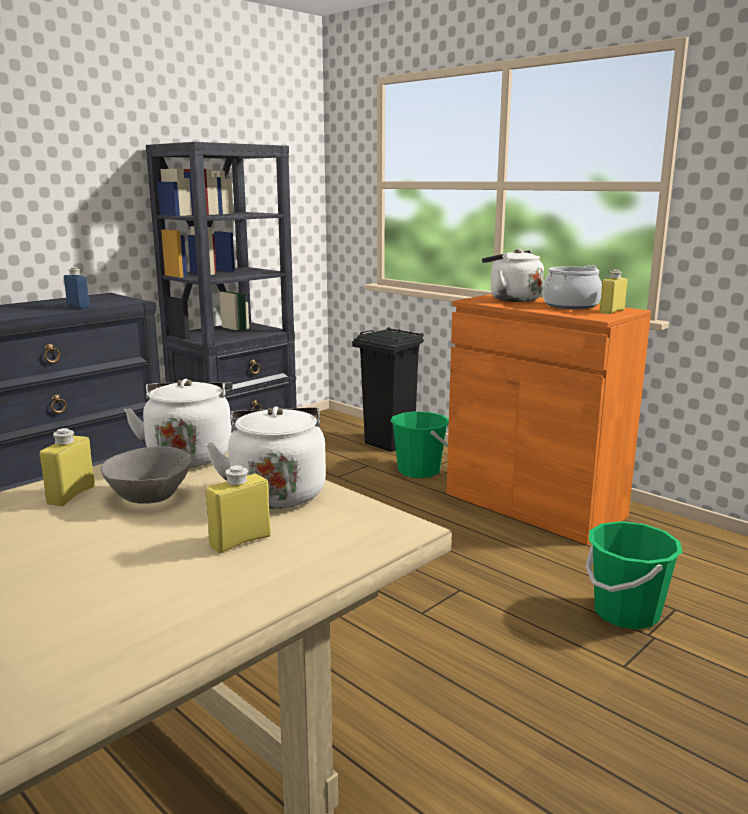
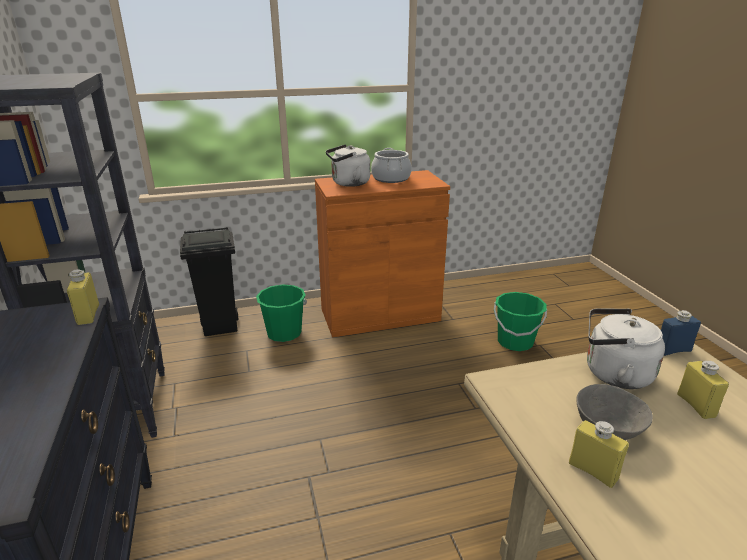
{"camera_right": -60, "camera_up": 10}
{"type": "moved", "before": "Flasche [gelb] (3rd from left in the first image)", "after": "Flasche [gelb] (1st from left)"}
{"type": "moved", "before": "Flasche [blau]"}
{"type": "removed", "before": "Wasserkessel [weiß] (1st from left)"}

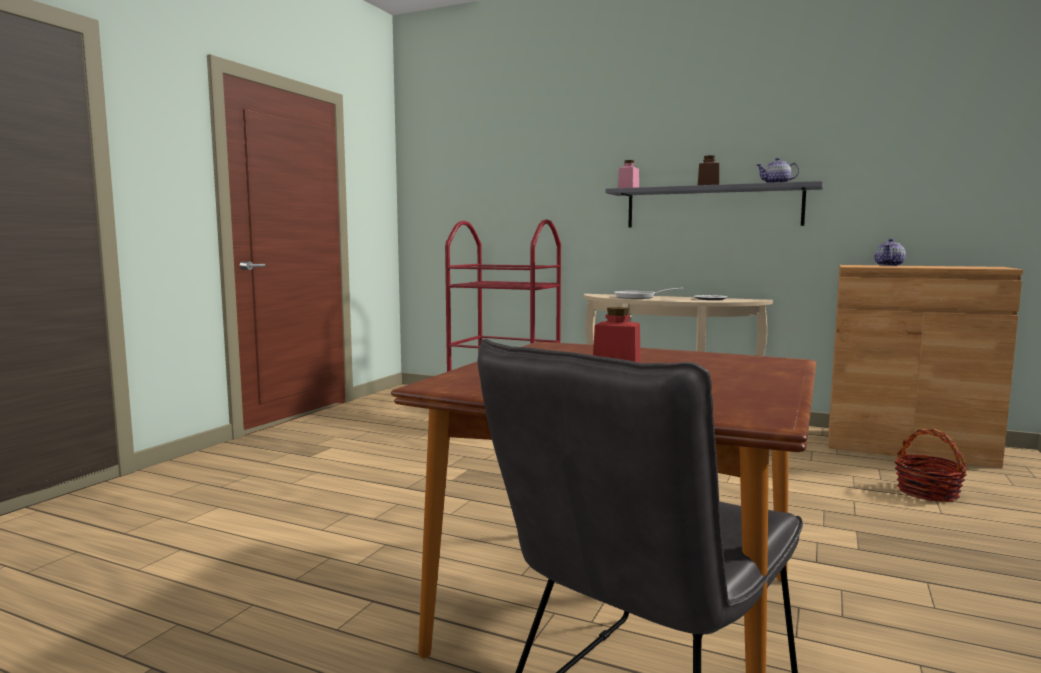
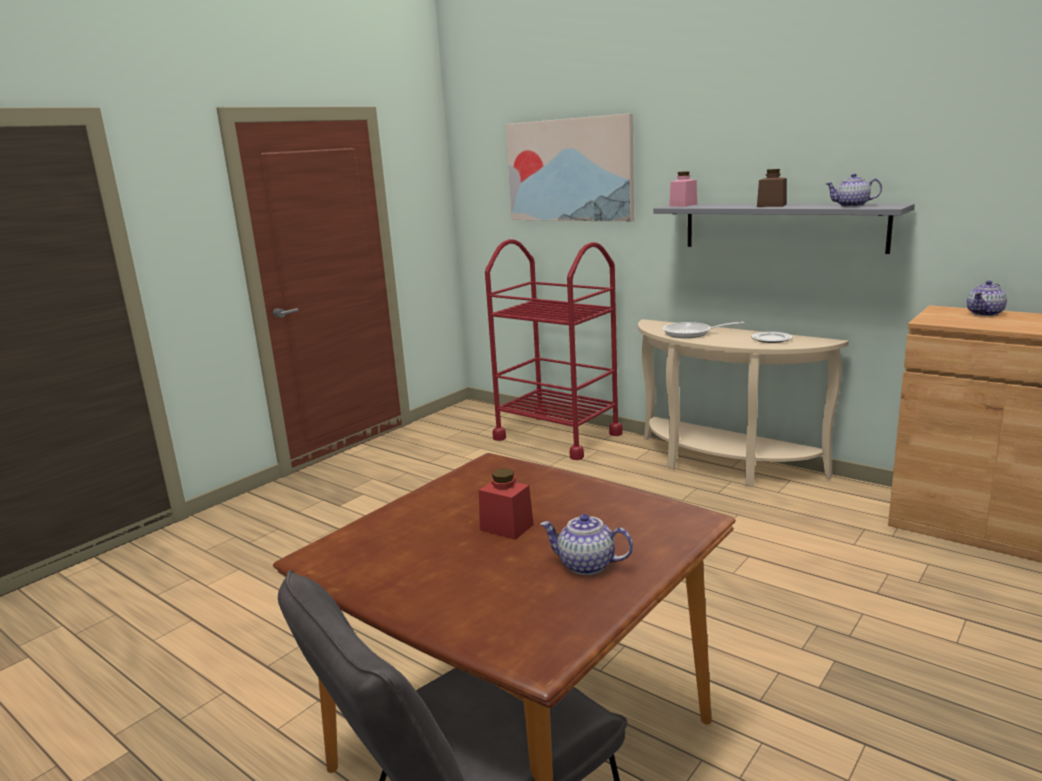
{"camera_right": 15, "camera_up": 10}
{"type": "added", "after": "Bild"}
{"type": "added", "after": "Teekanne (1st from left)"}
{"type": "removed", "before": "Korb"}

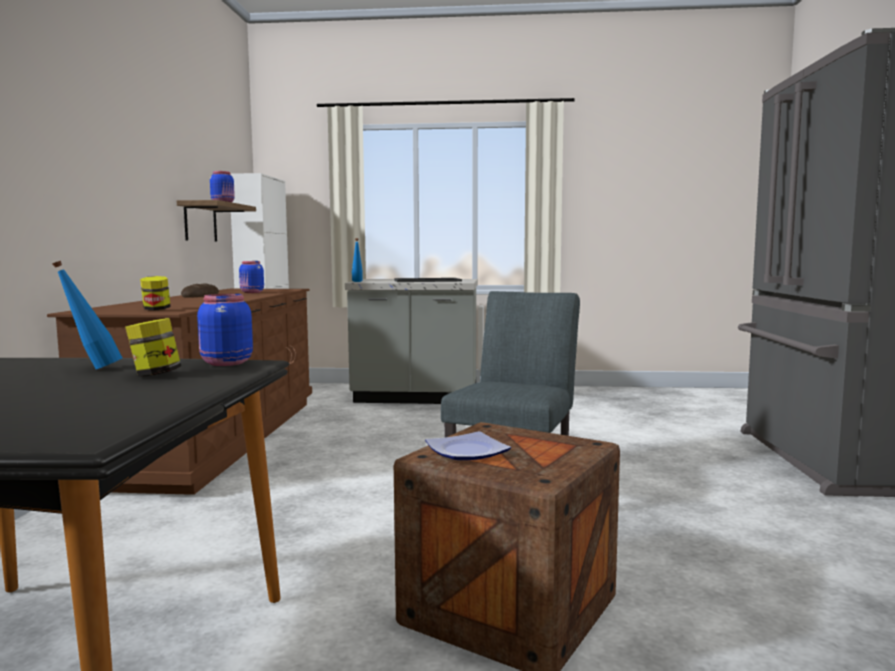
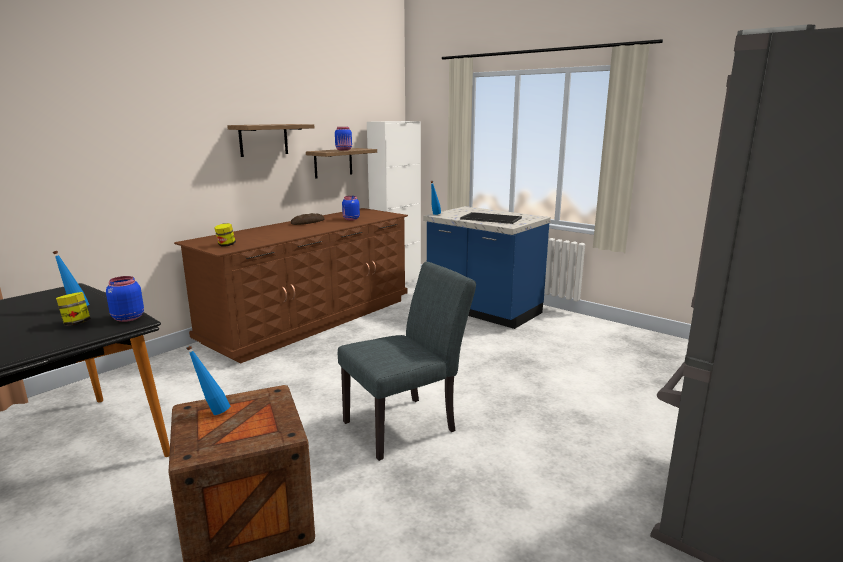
{"camera_right": 35, "camera_up": 10}
{"type": "replaced", "before": "Teller", "after": "Flasche [blau] (2nd from left)"}
{"type": "added", "after": "Wandregal (1st from left)"}
{"type": "recoloured", "before": "Küchenzeile [grau]", "after": "Küchenzeile [blau]"}

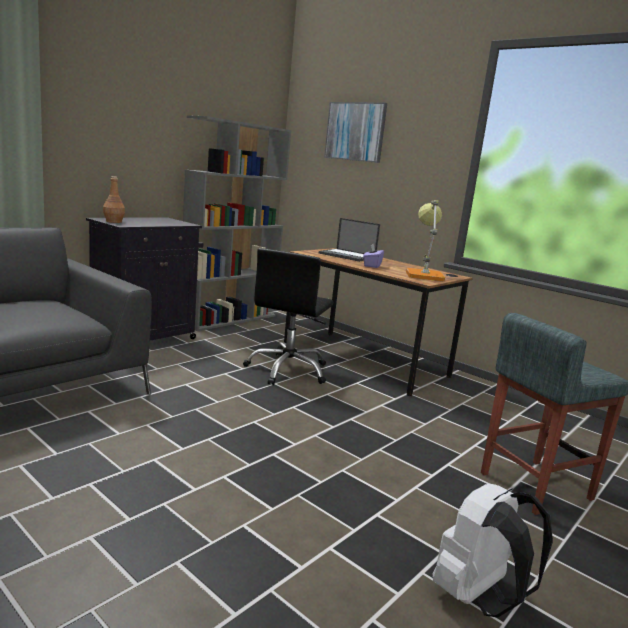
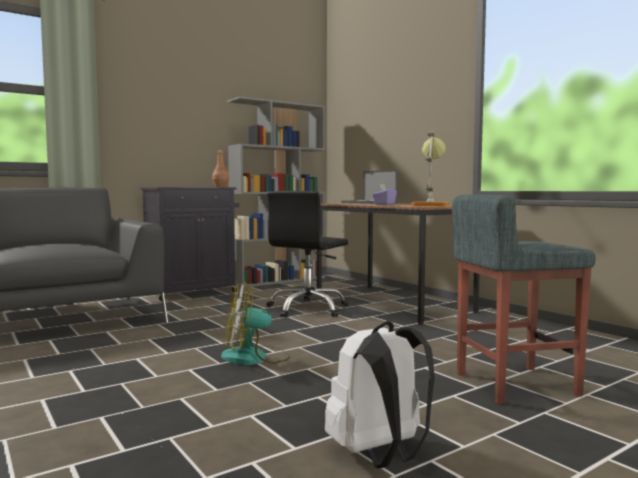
{"camera_right": 15, "camera_up": -10}
{"type": "moved", "before": "Flasche [braun]"}
{"type": "added", "after": "Ventilator"}
{"type": "removed", "before": "Bild"}

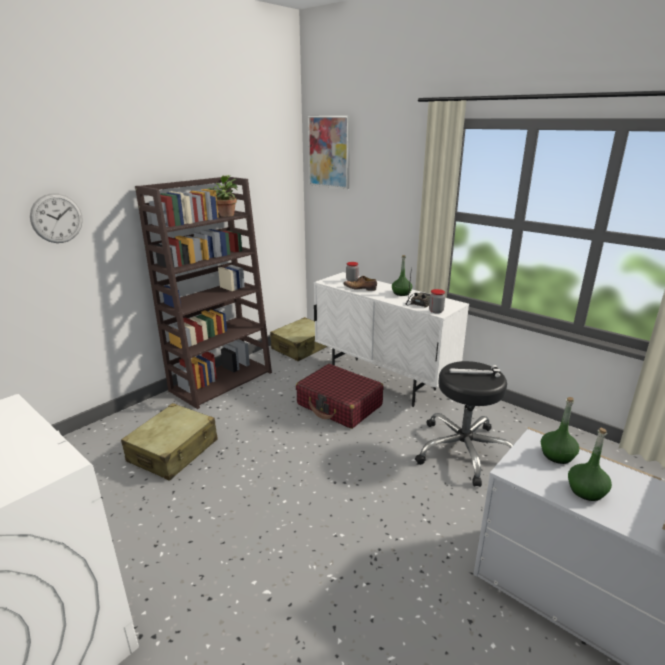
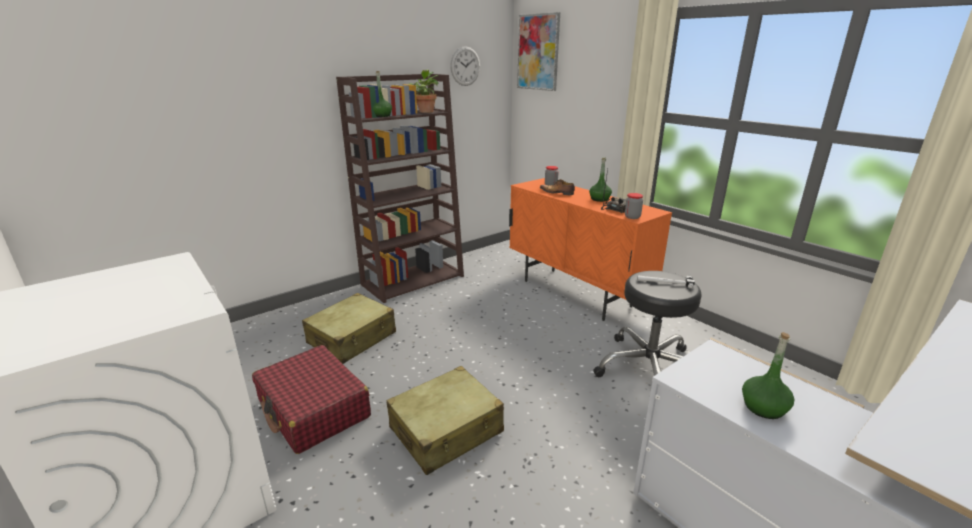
{"camera_right": 10, "camera_up": 0}
{"type": "moved", "before": "Koffer [rot]"}
{"type": "moved", "before": "Flasche [grün] (2nd from left in the first image)", "after": "Flasche [grün] (1st from left)"}
{"type": "moved", "before": "Koffer [beige] (2nd from left)"}
{"type": "moved", "before": "Wanduhr"}
{"type": "recoloured", "before": "Schrank [weiß]", "after": "Schrank [orange]"}

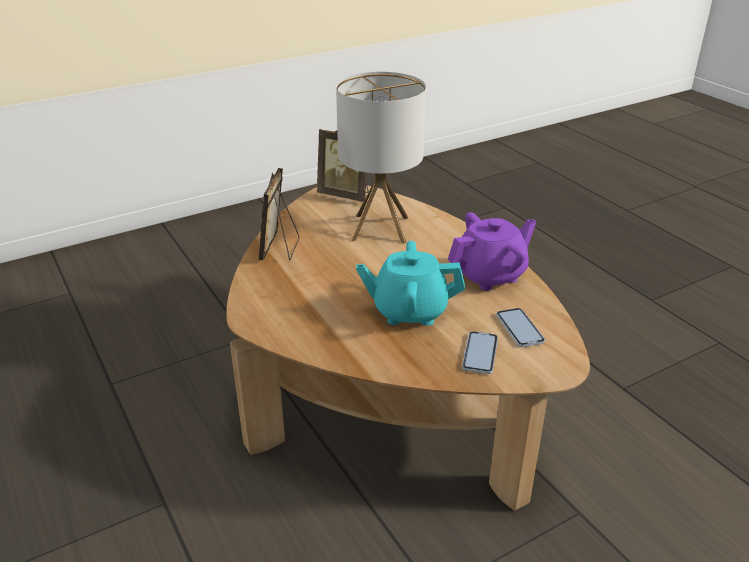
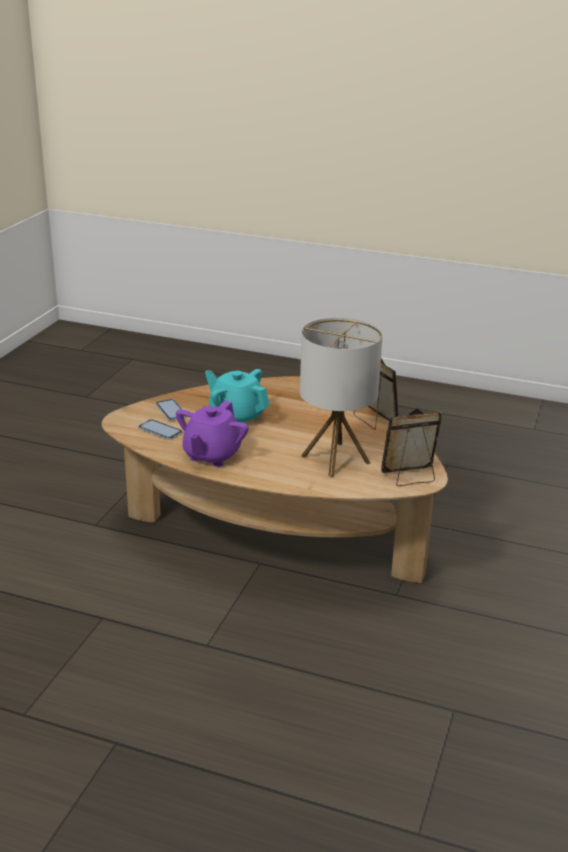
{"camera_right": 140, "camera_up": -5}
{"type": "turned", "before": "Teekanne [türkis]", "turn": -105}

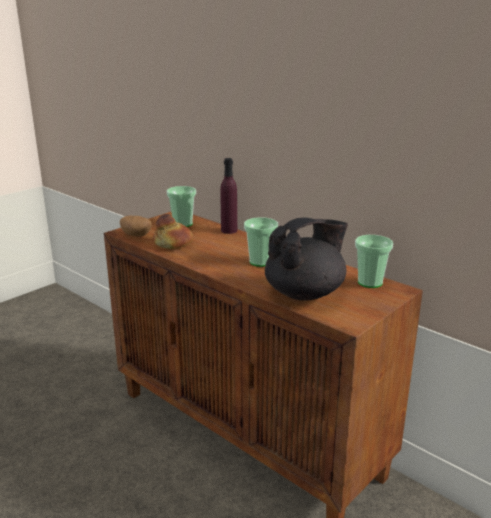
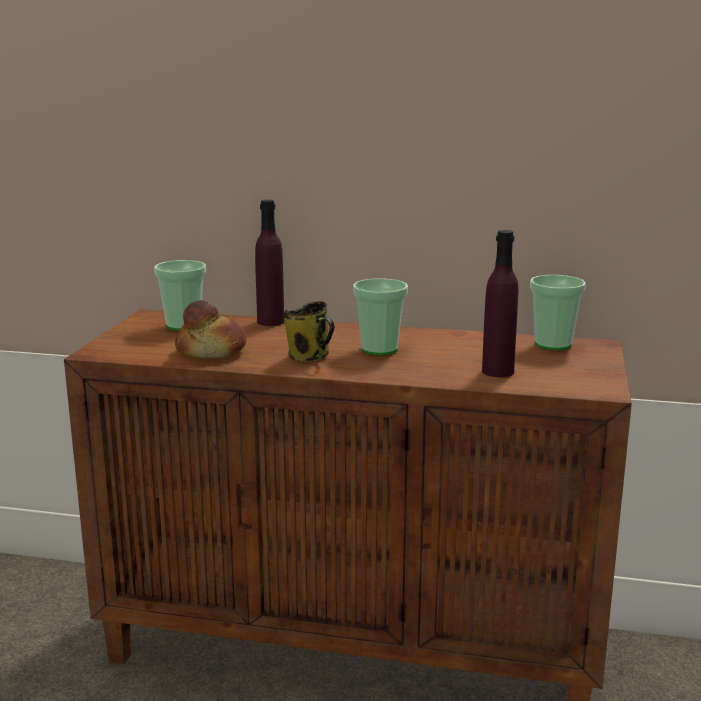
{"camera_right": -30, "camera_up": -5}
{"type": "added", "after": "Henkelbecher"}
{"type": "replaced", "before": "Teekanne [schwarz]", "after": "Flasche [lila] (2nd from left)"}
{"type": "removed", "before": "Kartoffel"}

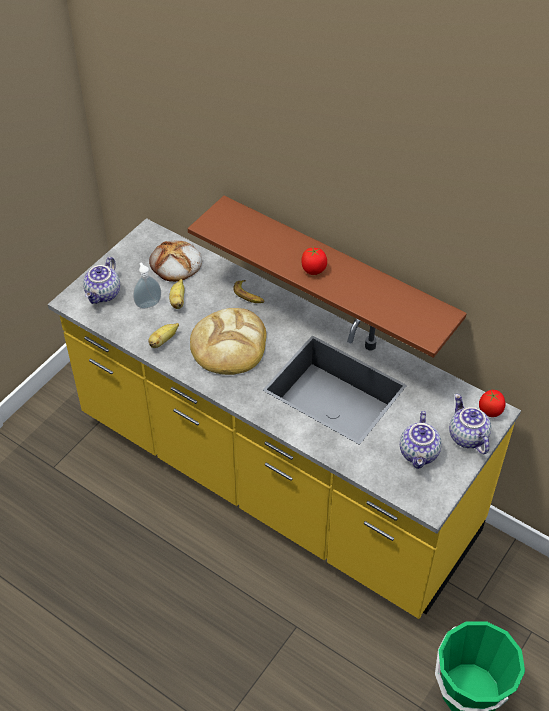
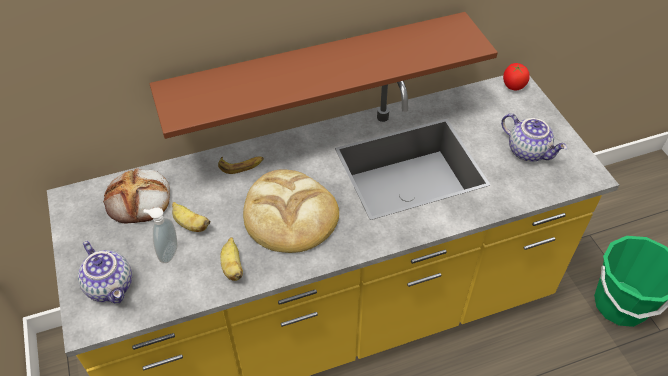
{"camera_right": -55, "camera_up": 0}
{"type": "removed", "before": "Tomate (1st from left)"}
{"type": "removed", "before": "Teekanne (3rd from left)"}

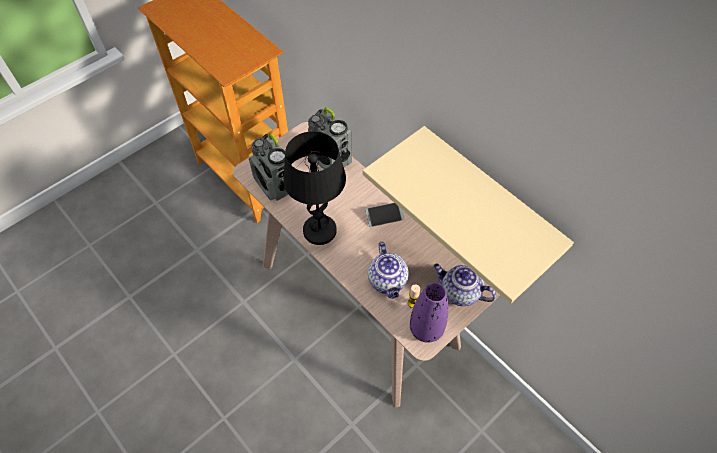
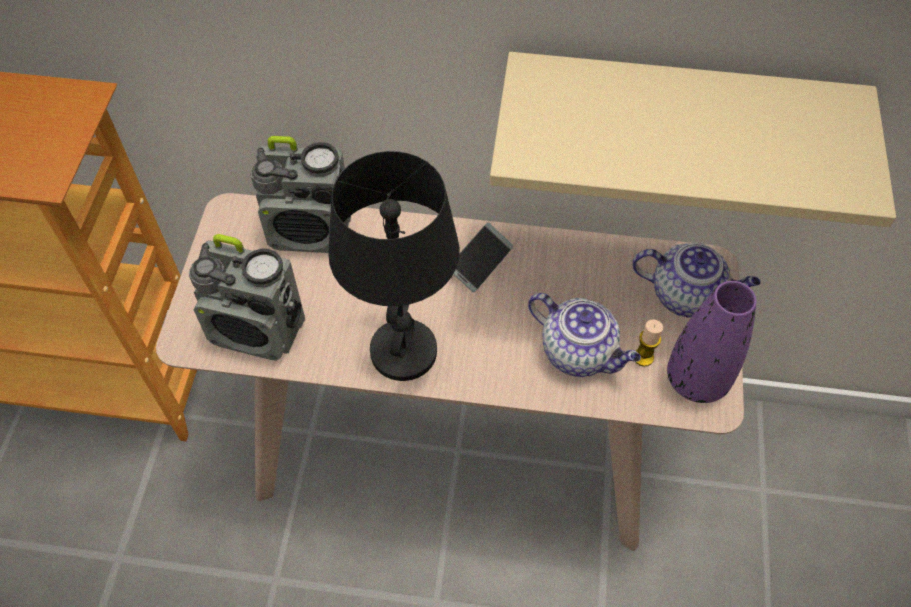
{"camera_right": -40, "camera_up": 0}
{"type": "turned", "before": "Teekanne (2nd from left)", "turn": -150}

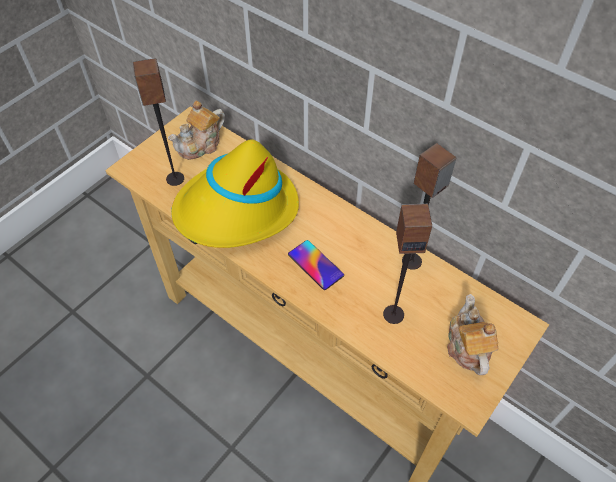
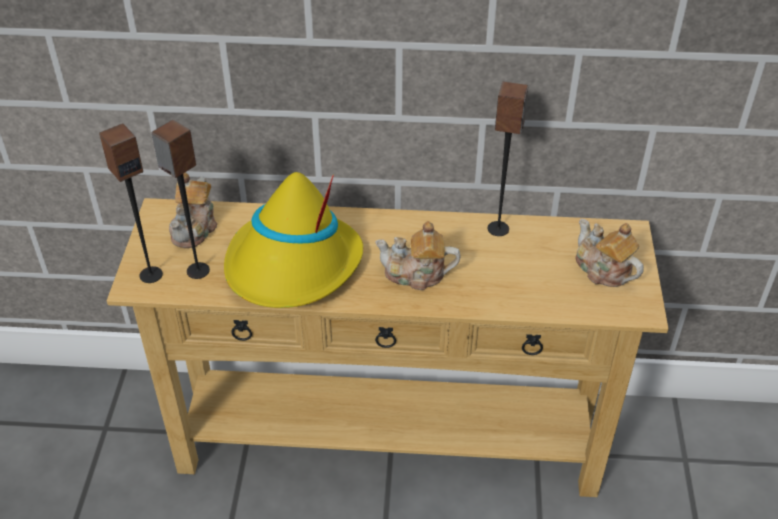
{"camera_right": -35, "camera_up": -10}
{"type": "moved", "before": "Lautsprecher (2nd from left in the first image)", "after": "Lautsprecher (1st from left)"}
{"type": "replaced", "before": "Handy", "after": "Teekanne (2nd from left)"}

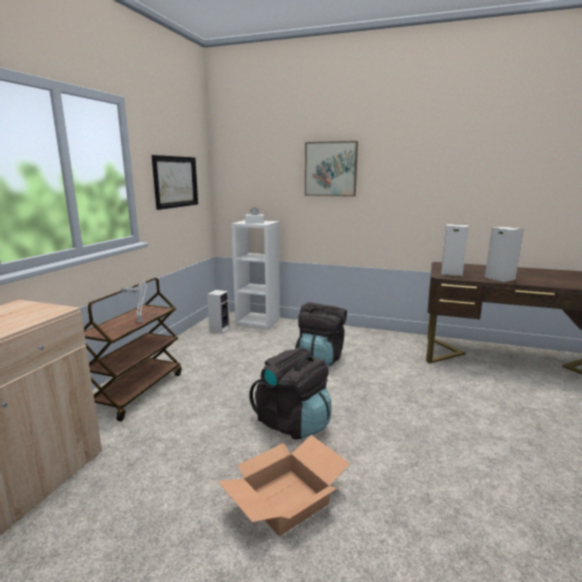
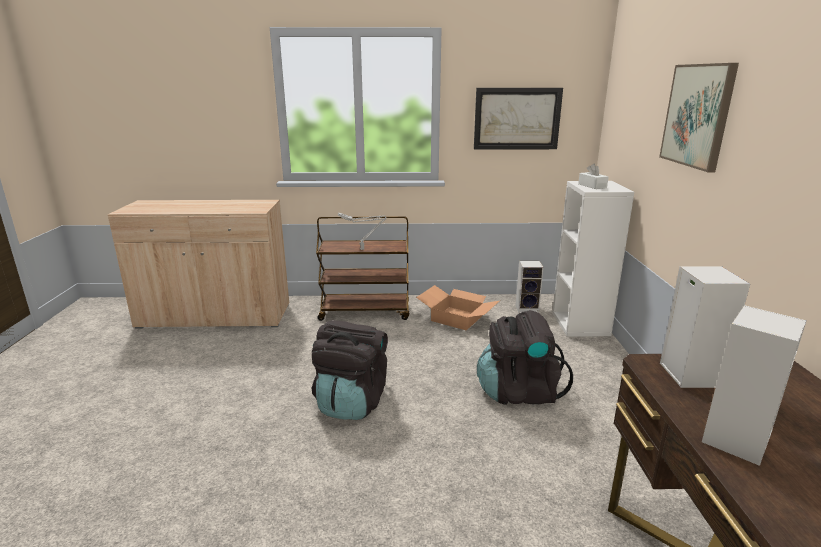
{"camera_right": 70, "camera_up": 5}
{"type": "moved", "before": "Karton"}

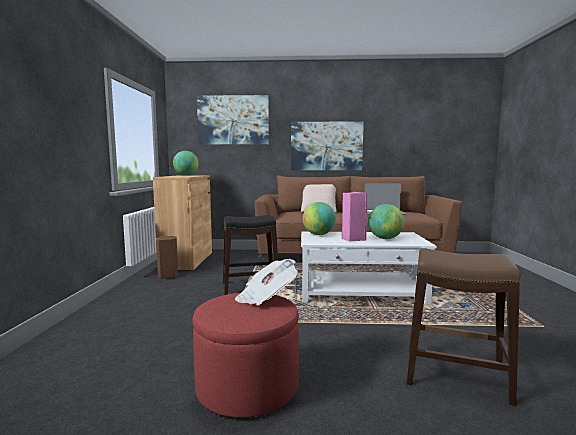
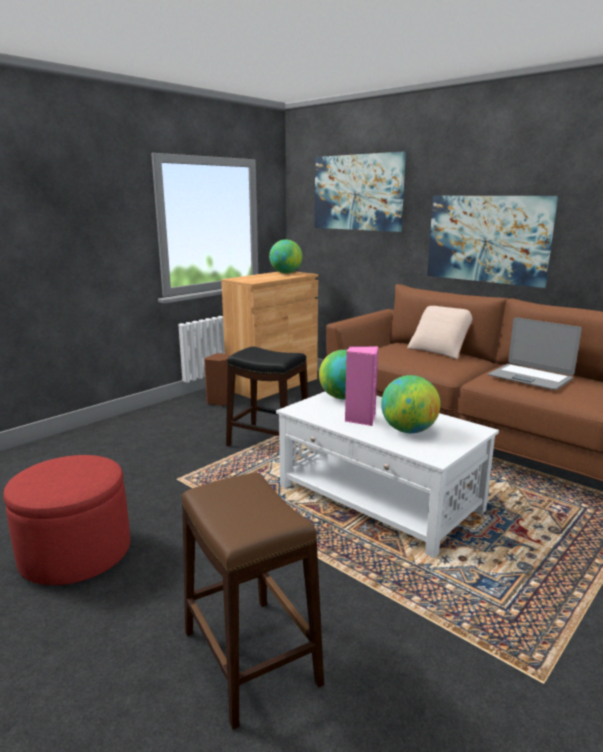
{"camera_right": 40, "camera_up": 10}
{"type": "removed", "before": "Zeitung"}

